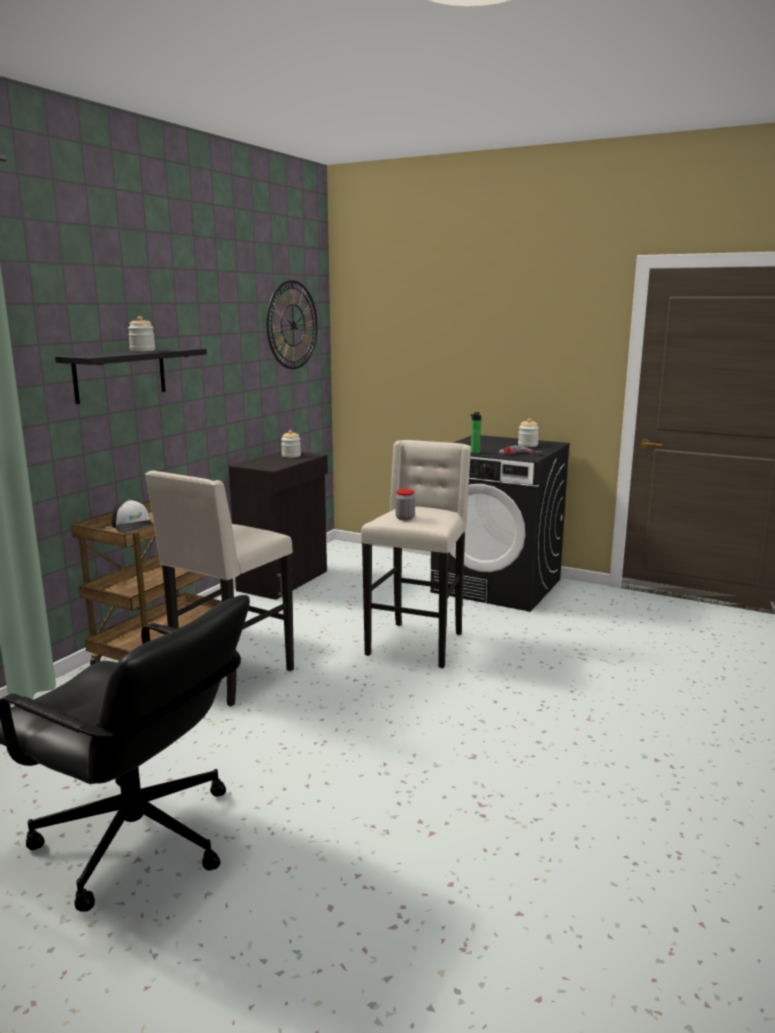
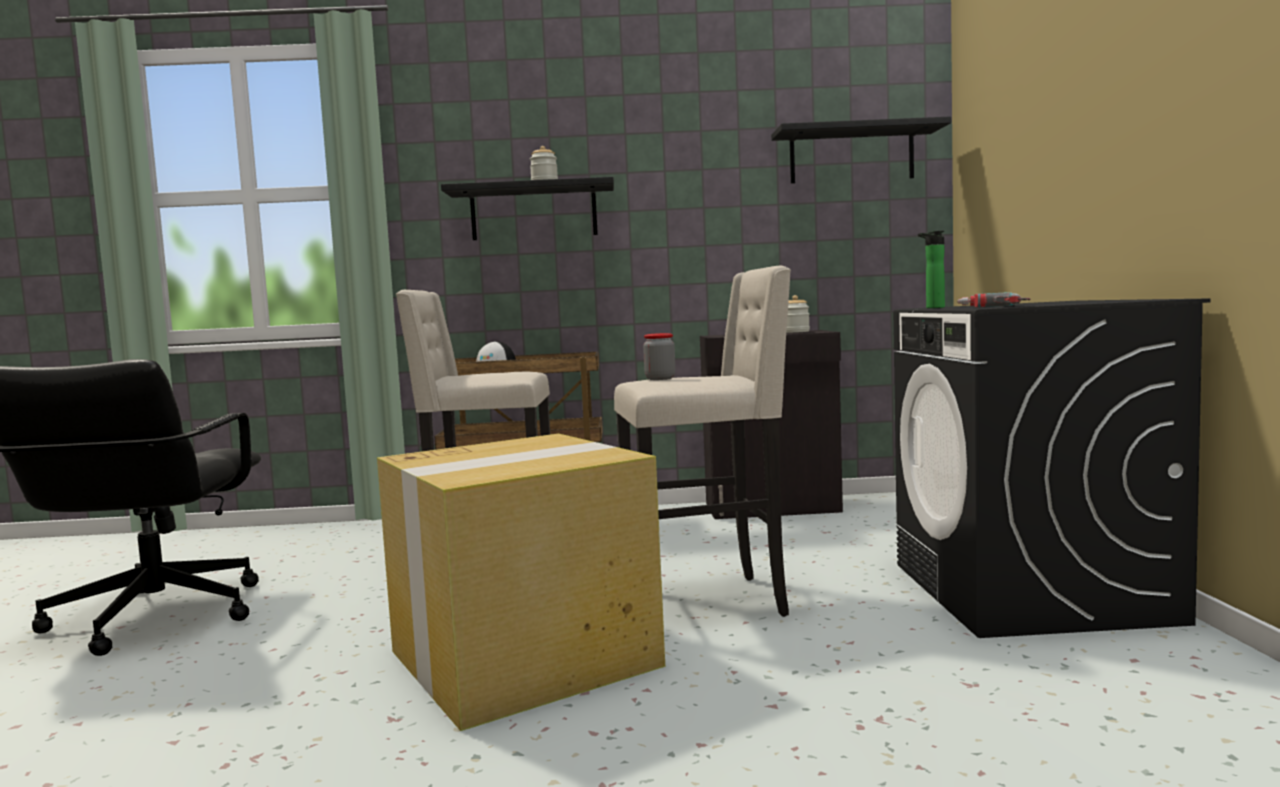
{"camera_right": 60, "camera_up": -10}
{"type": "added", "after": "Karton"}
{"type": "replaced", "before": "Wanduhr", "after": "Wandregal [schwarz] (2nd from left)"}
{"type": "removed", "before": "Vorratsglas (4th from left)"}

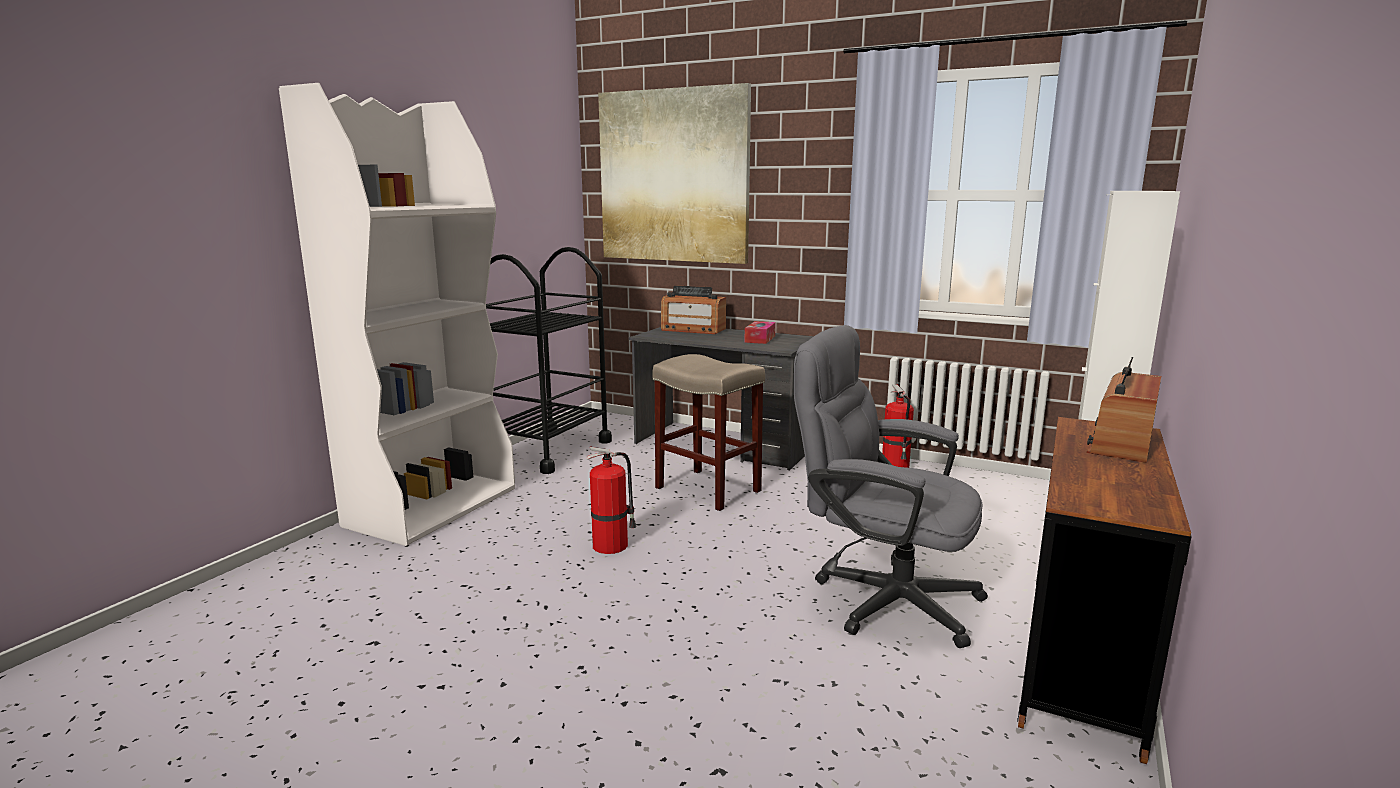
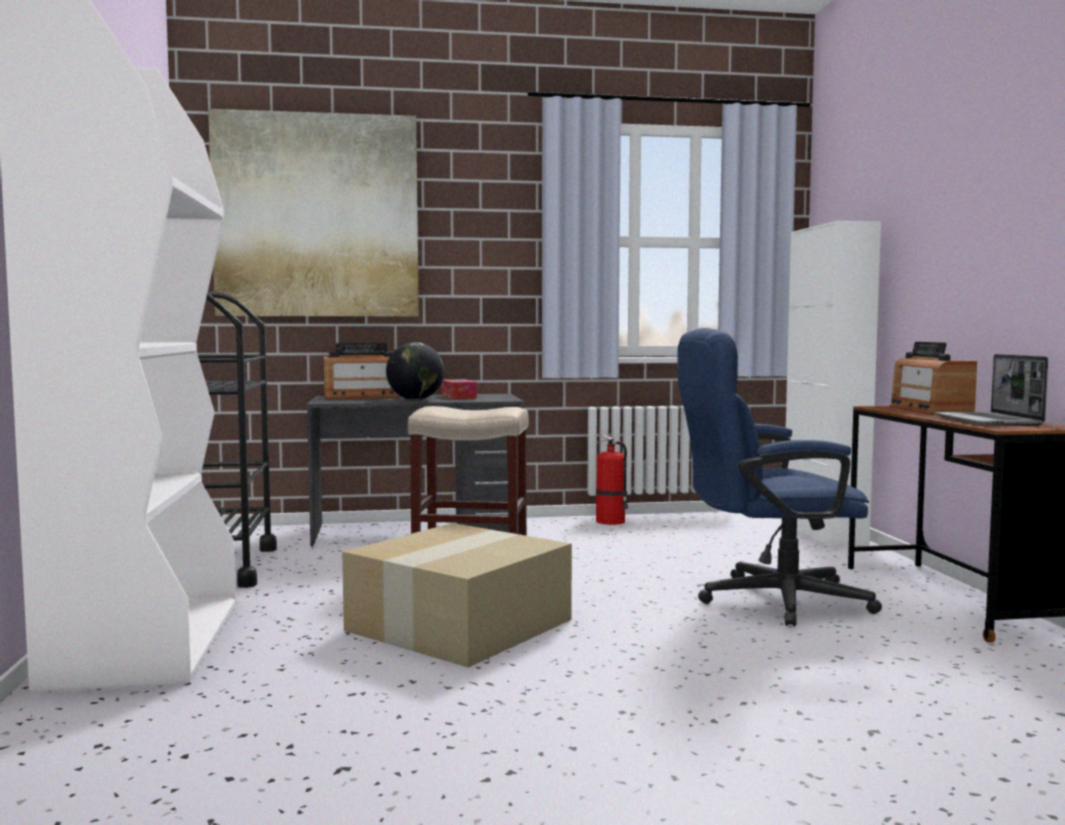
{"camera_right": -35, "camera_up": -10}
{"type": "replaced", "before": "Feuerlöscher (1st from left)", "after": "Karton"}
{"type": "added", "after": "Globus"}
{"type": "recoloured", "before": "Bürostuhl [grau]", "after": "Bürostuhl [blau]"}
{"type": "added", "after": "Laptop"}

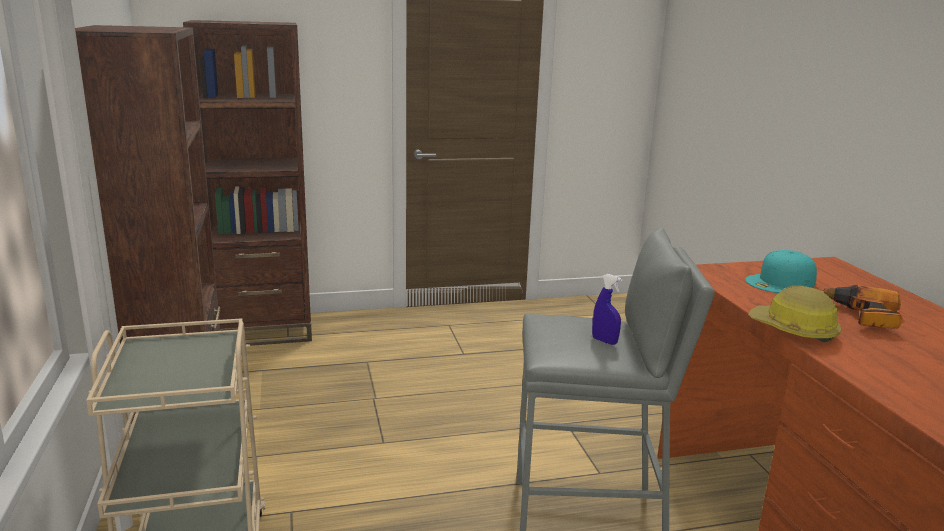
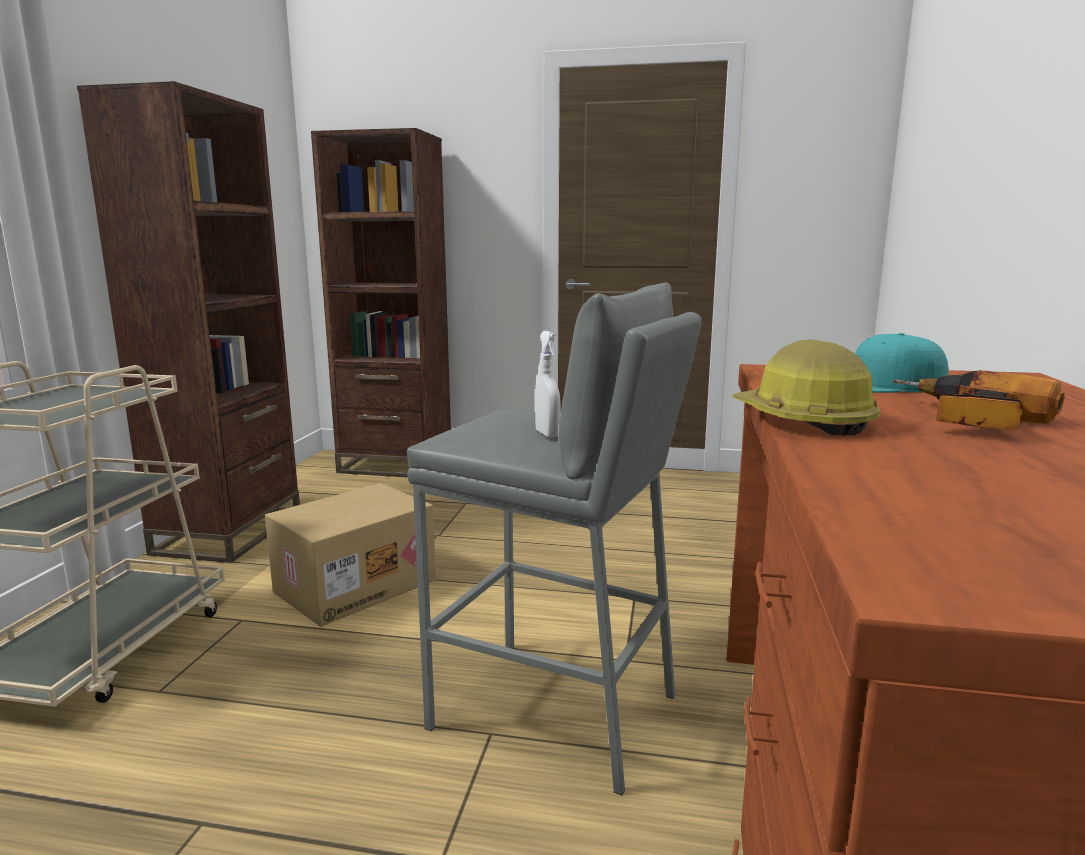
{"camera_right": 25, "camera_up": -5}
{"type": "added", "after": "Karton"}
{"type": "recoloured", "before": "Sprühflasche [blau]", "after": "Sprühflasche [weiß]"}

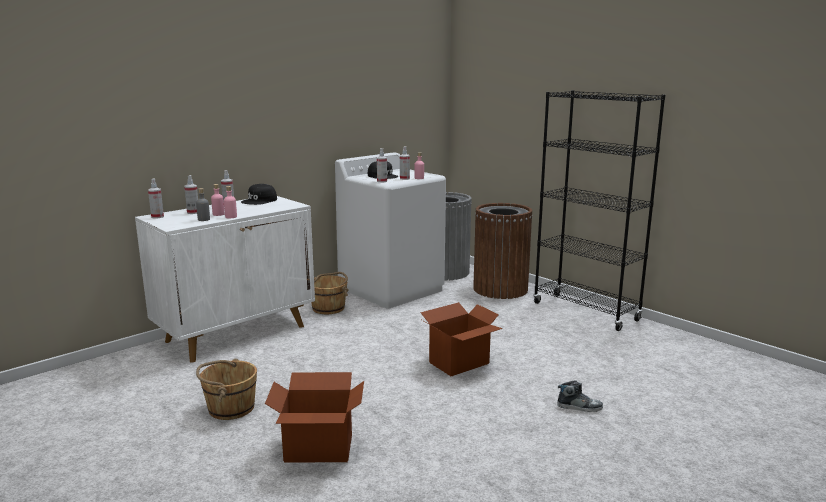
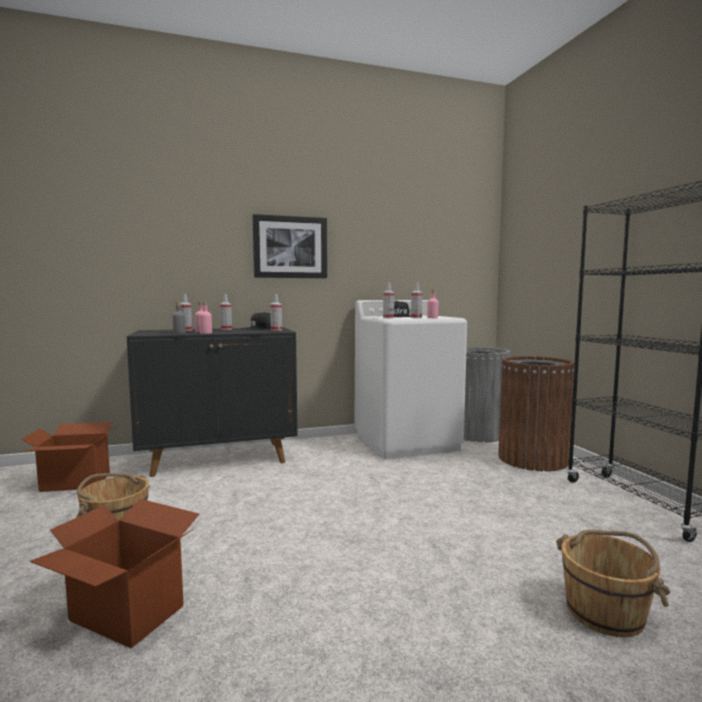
{"camera_right": 25, "camera_up": -10}
{"type": "moved", "before": "Karton (2nd from left in the first image)", "after": "Karton (1st from left)"}
{"type": "recoloured", "before": "Schrank [weiß]", "after": "Schrank [schwarz]"}
{"type": "added", "after": "Bild"}
{"type": "moved", "before": "Sprühflasche (1st from left in the first image)", "after": "Sprühflasche (3rd from left)"}
{"type": "moved", "before": "Eimer [braun] (2nd from left)"}
{"type": "removed", "before": "Schuh"}

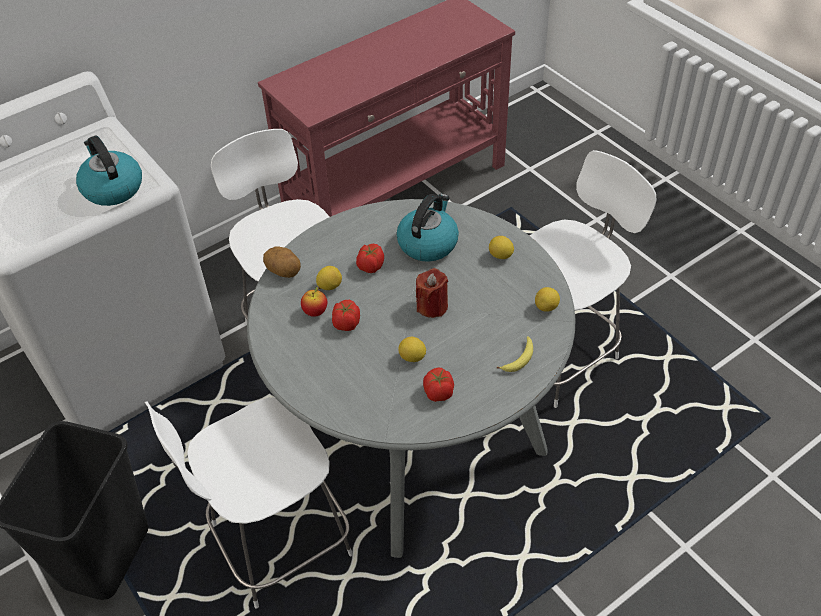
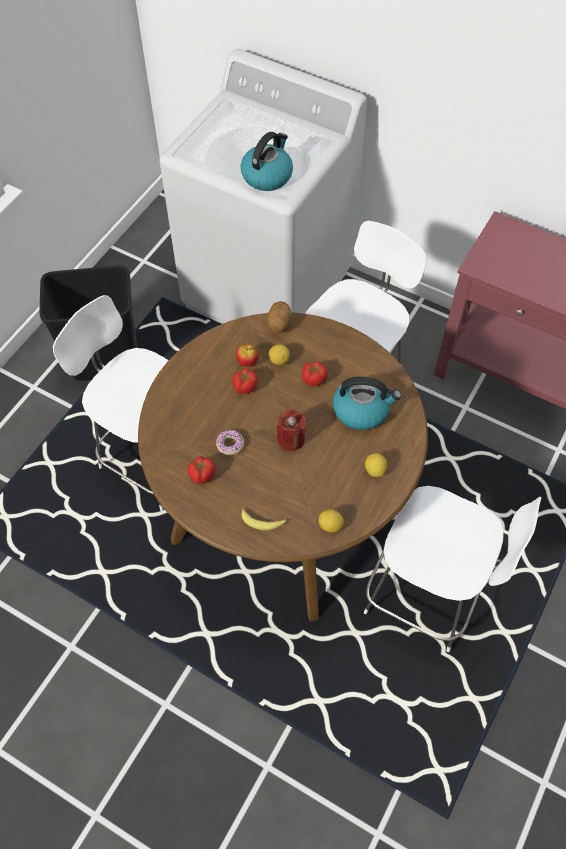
{"camera_right": 65, "camera_up": 10}
{"type": "recoloured", "before": "Esstisch [grau]", "after": "Esstisch [braun]"}
{"type": "replaced", "before": "Zitrone (2nd from left)", "after": "Donut"}

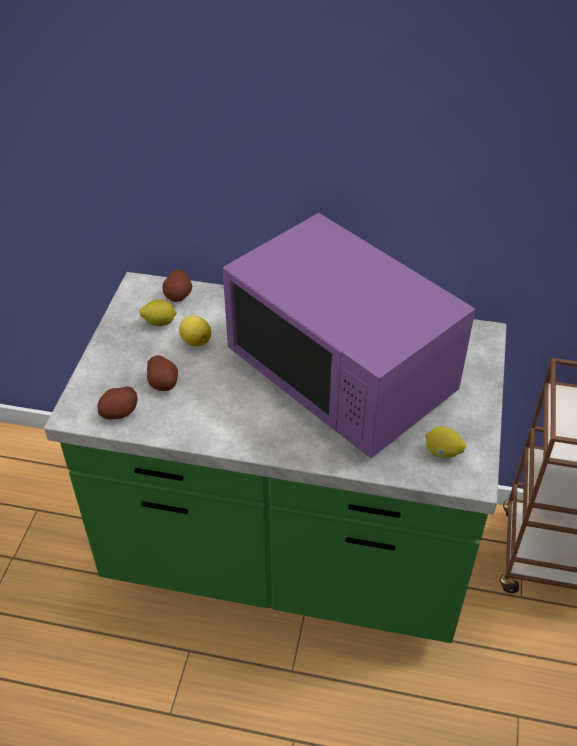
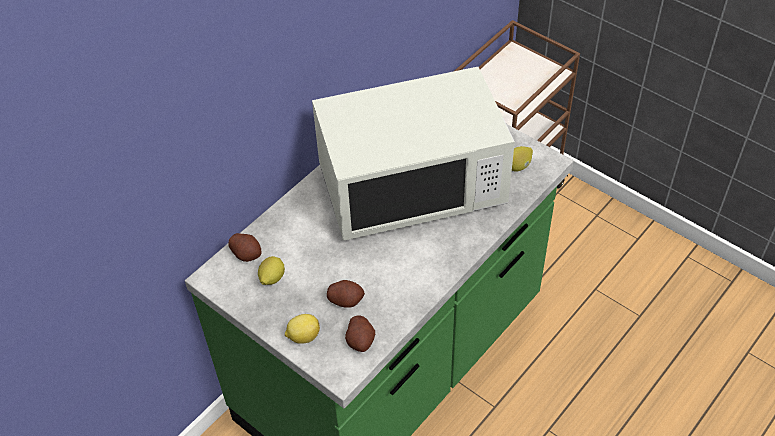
{"camera_right": -60, "camera_up": 5}
{"type": "moved", "before": "Zitrone (2nd from left)"}
{"type": "recoloured", "before": "Mikrowelle [lila]", "after": "Mikrowelle [weiß]"}

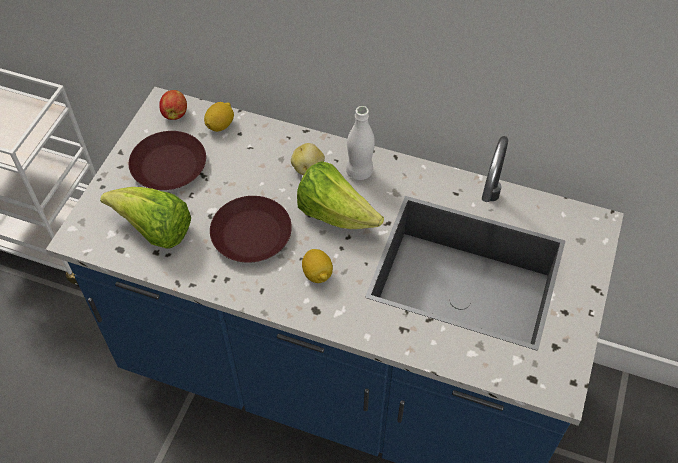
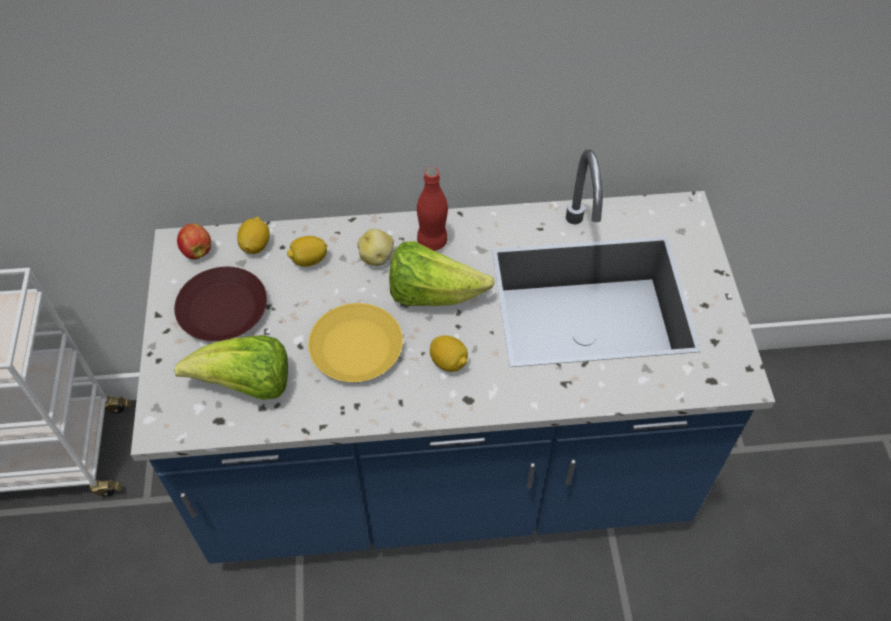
{"camera_right": -25, "camera_up": 0}
{"type": "added", "after": "Zitrone (2nd from left)"}
{"type": "recoloured", "before": "Teller [braun] (2nd from left)", "after": "Teller [gelb]"}
{"type": "recoloured", "before": "Flasche [weiß]", "after": "Flasche [rot]"}

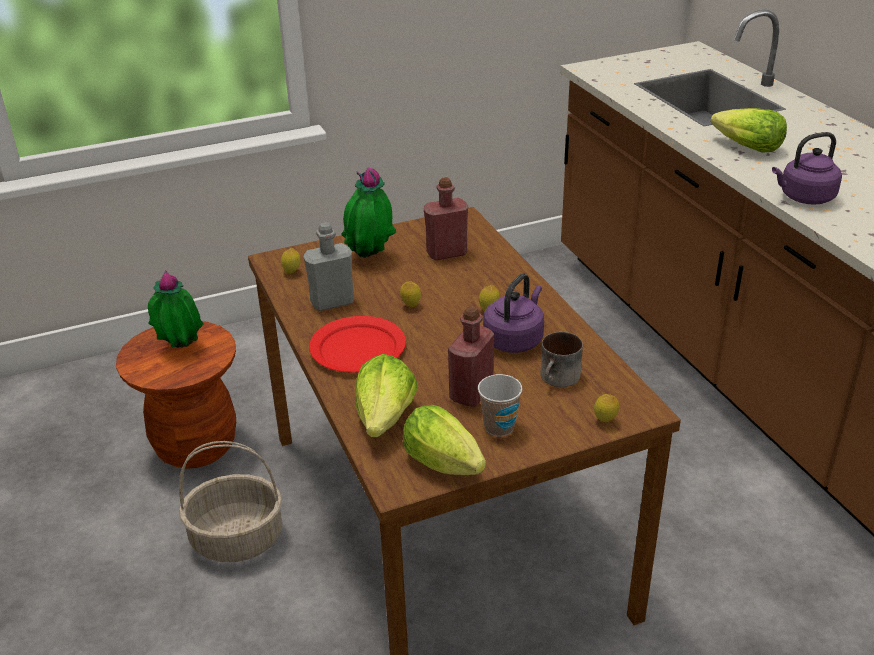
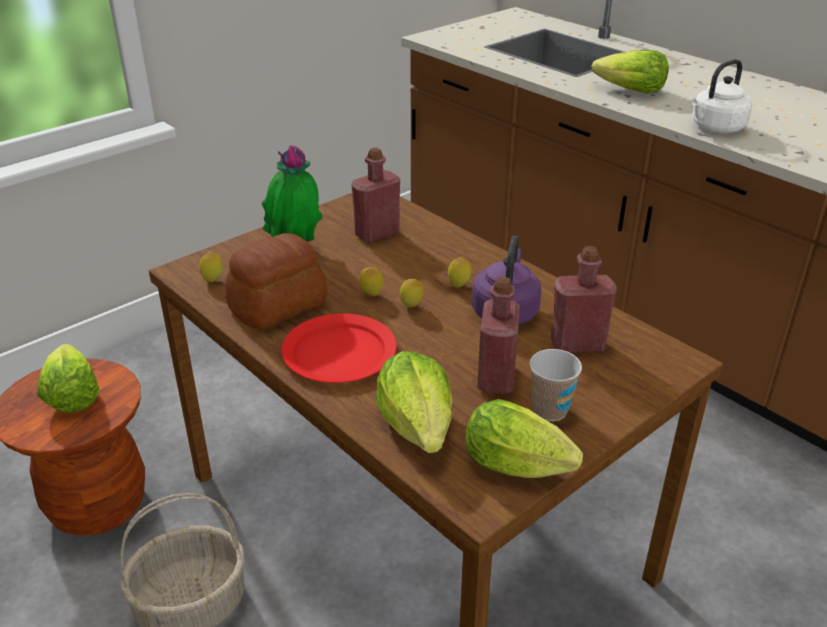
{"camera_right": -20, "camera_up": 0}
{"type": "replaced", "before": "Topfpflanze (1st from left)", "after": "Salatkopf (1st from left)"}
{"type": "replaced", "before": "Flasche [grau]", "after": "Brot"}
{"type": "moved", "before": "Zitrone (4th from left in the first image)", "after": "Zitrone (3rd from left)"}
{"type": "replaced", "before": "Henkelbecher", "after": "Flasche [rot] (3rd from left)"}
{"type": "recoloured", "before": "Wasserkessel [lila] (2nd from left)", "after": "Wasserkessel [weiß]"}

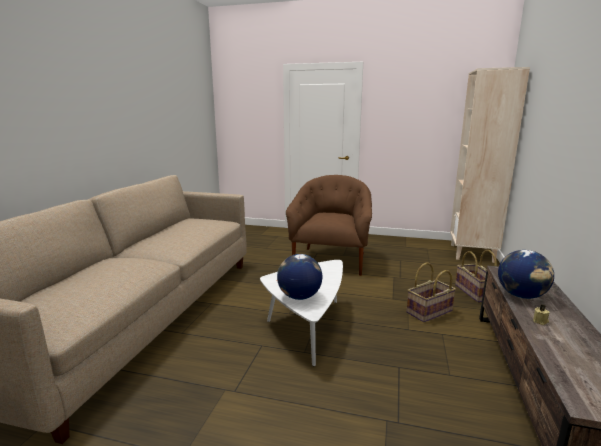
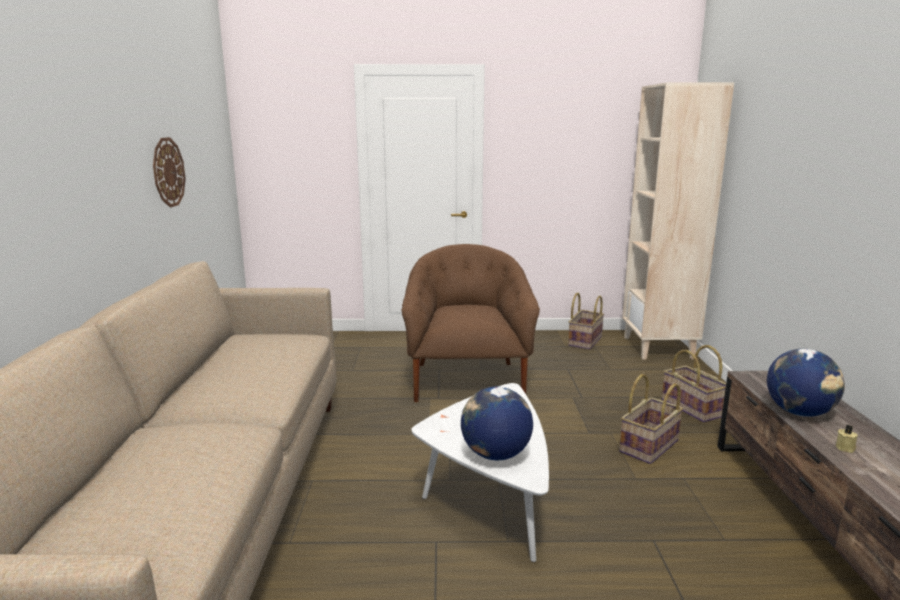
{"camera_right": -15, "camera_up": 0}
{"type": "added", "after": "Wanduhr"}
{"type": "added", "after": "Korb (1st from left)"}

